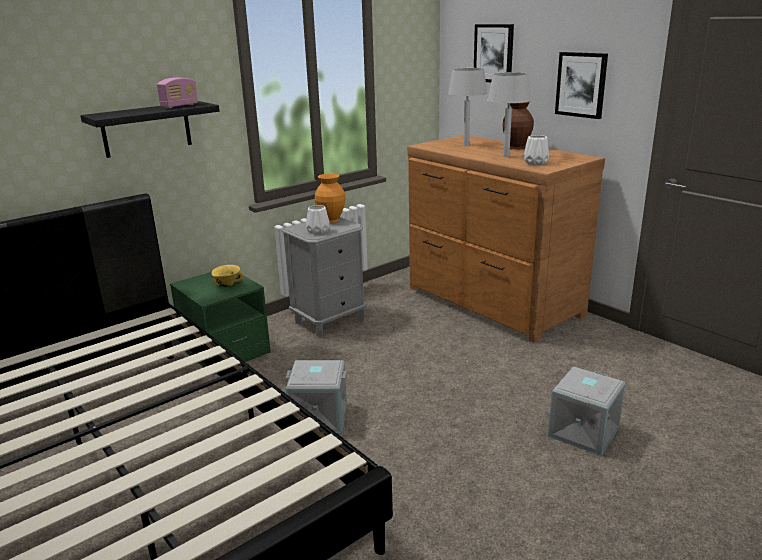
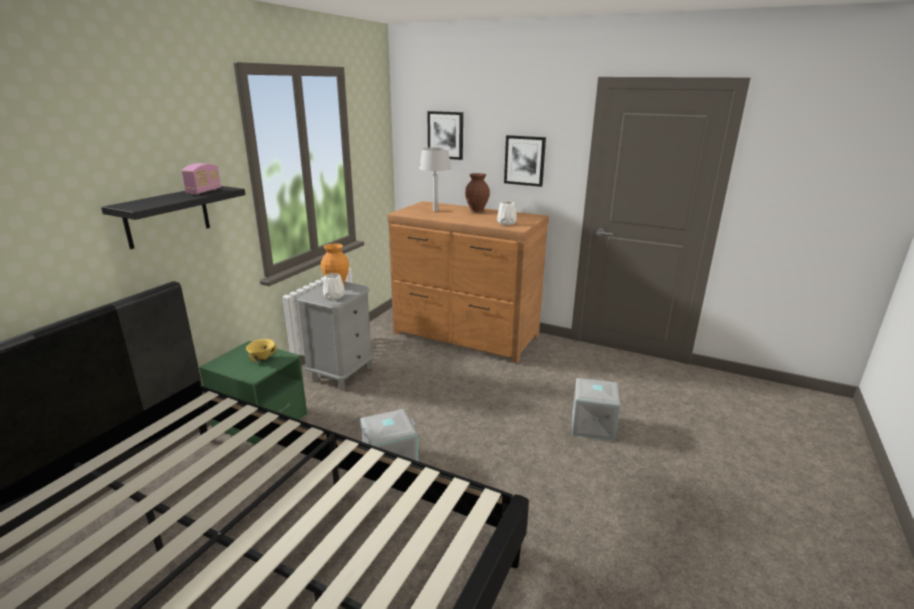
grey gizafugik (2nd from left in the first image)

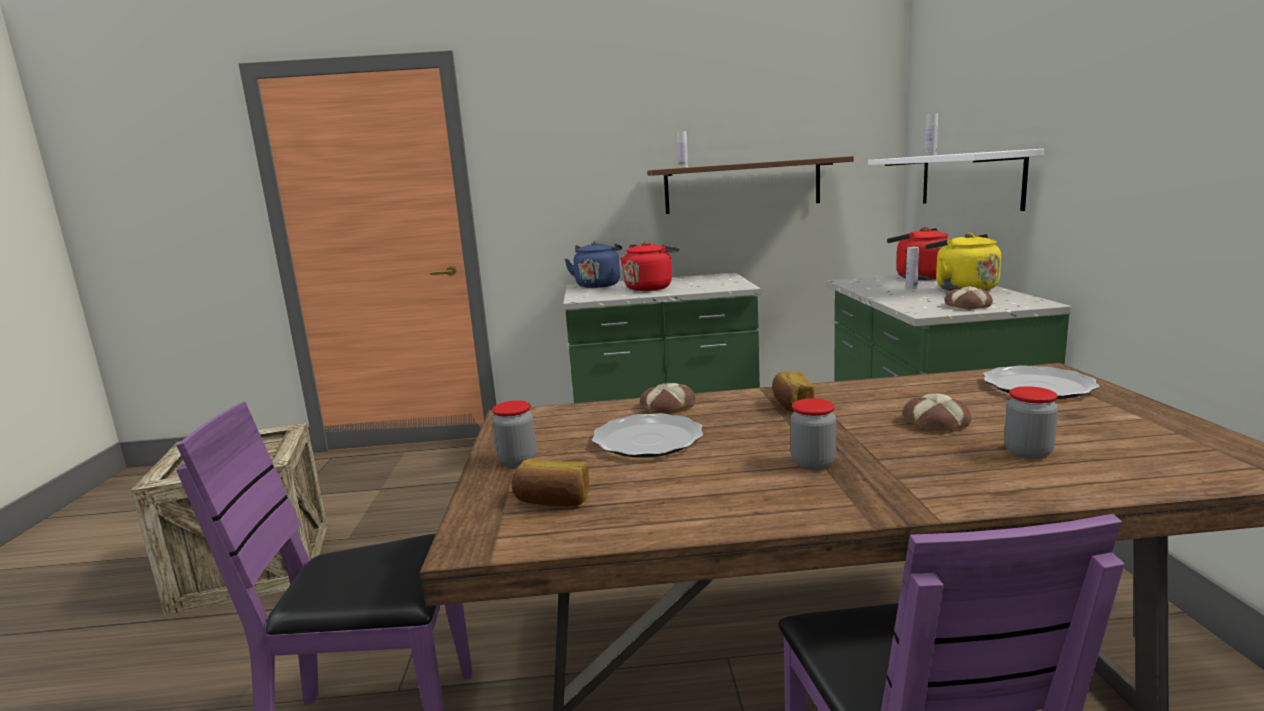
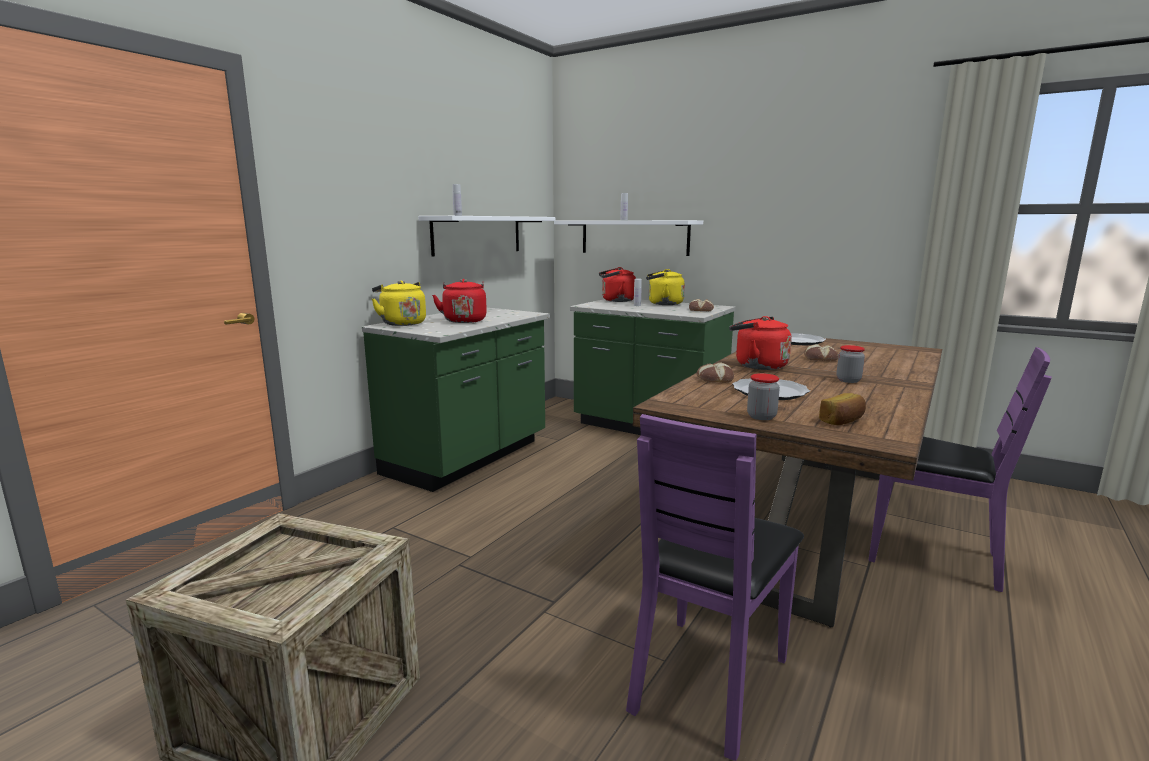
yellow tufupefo (1st from left); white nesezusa (1st from left); red tufupefo (3rd from left); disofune (3rd from left in the first image)

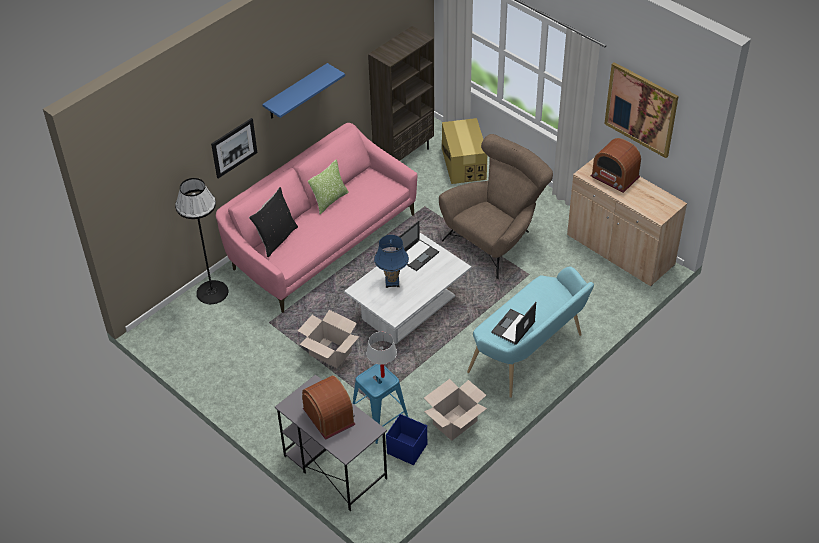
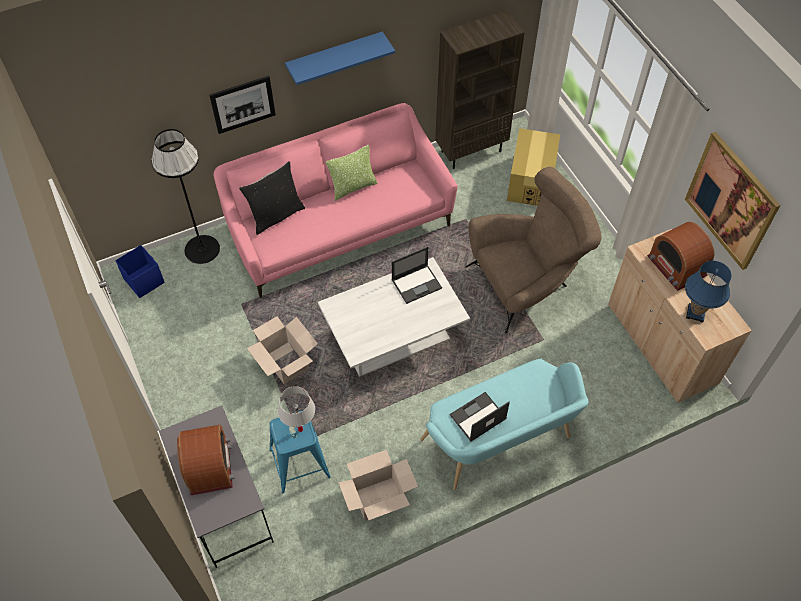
blue gizafugik; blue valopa

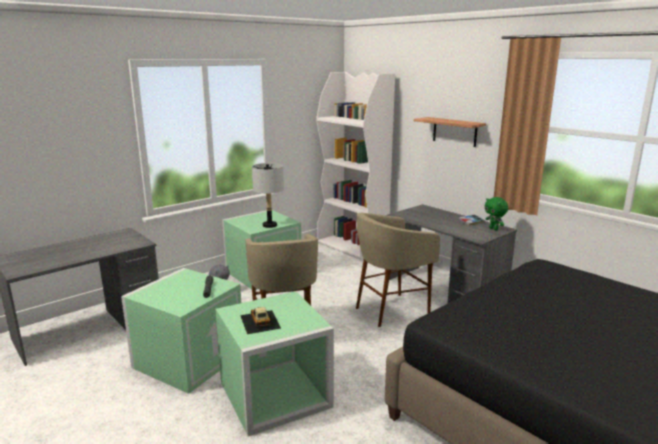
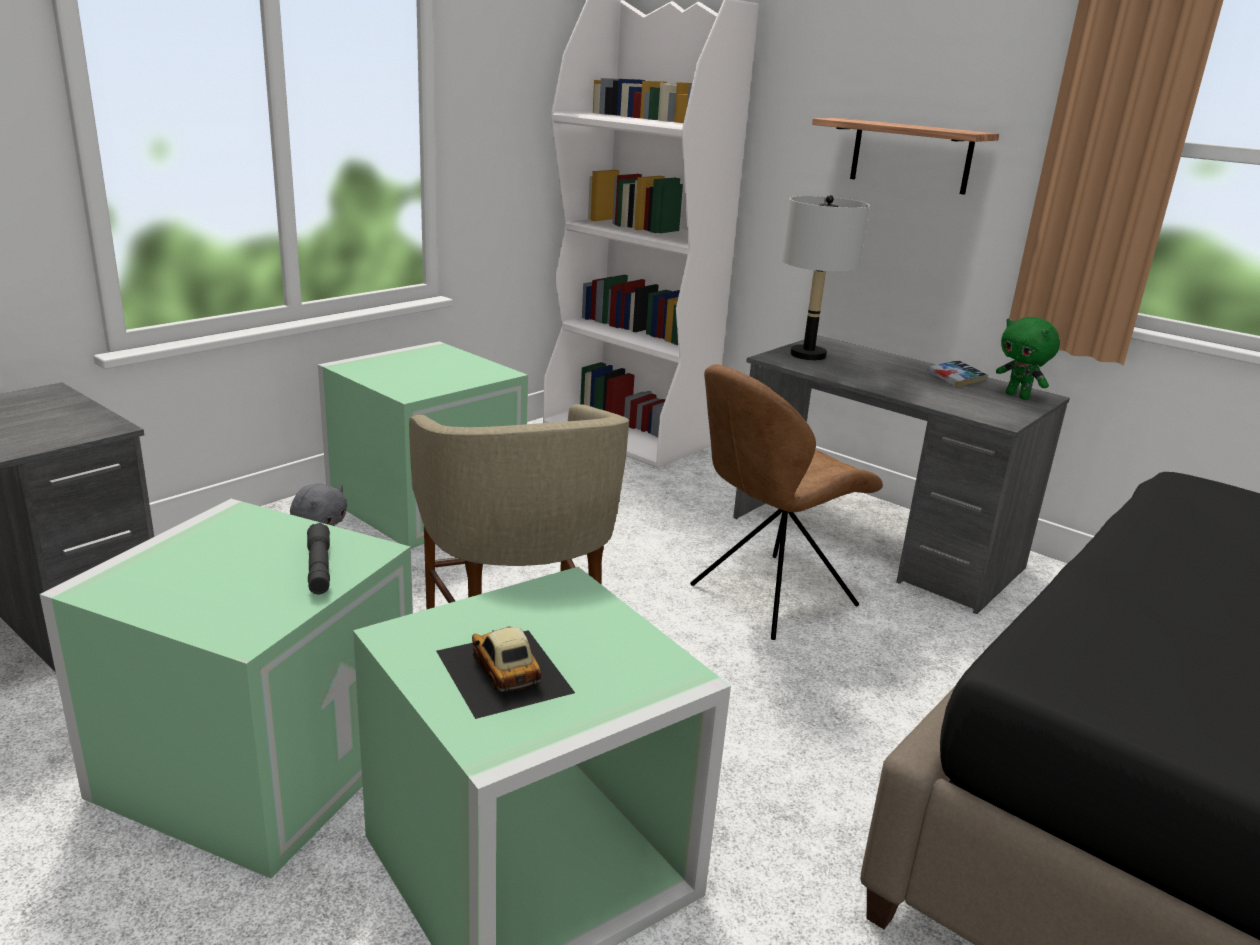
grey gizafugik; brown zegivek

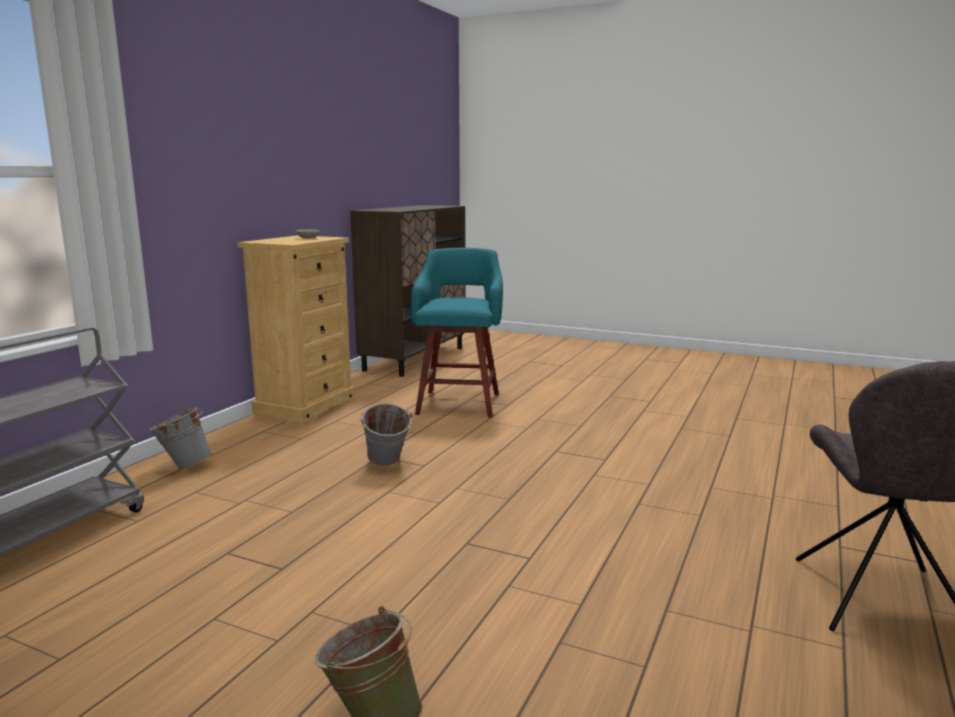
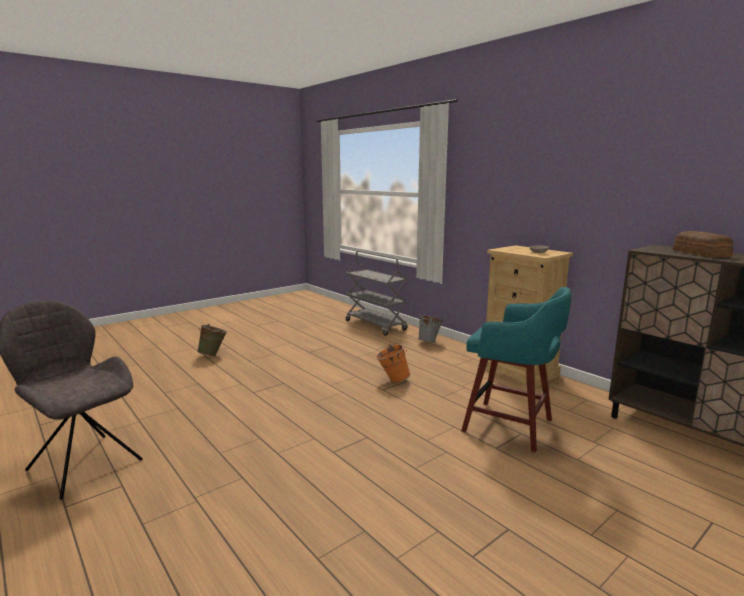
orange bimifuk; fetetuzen

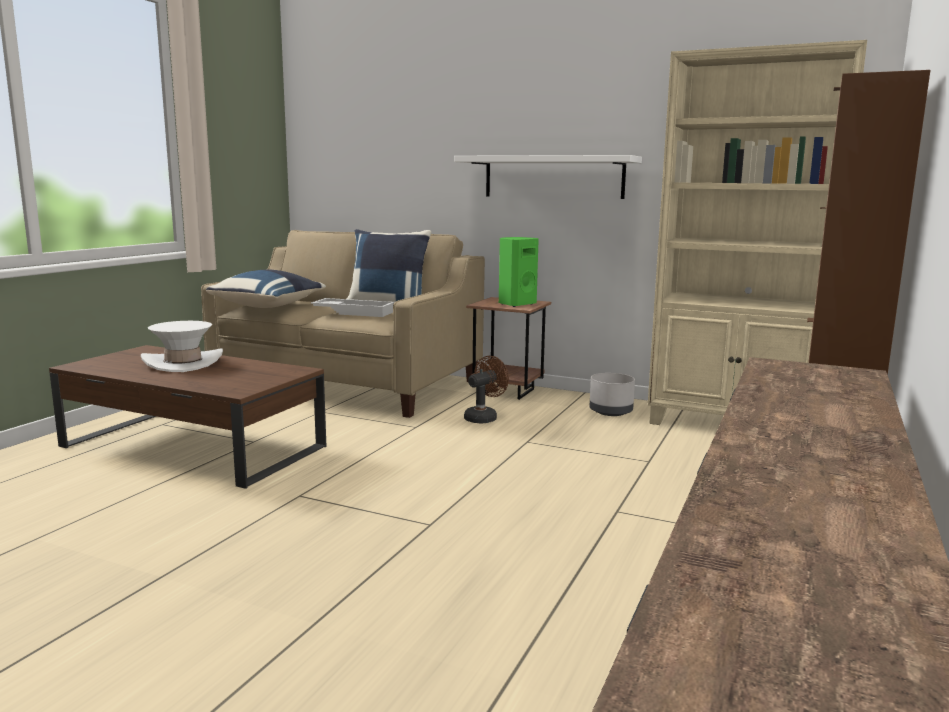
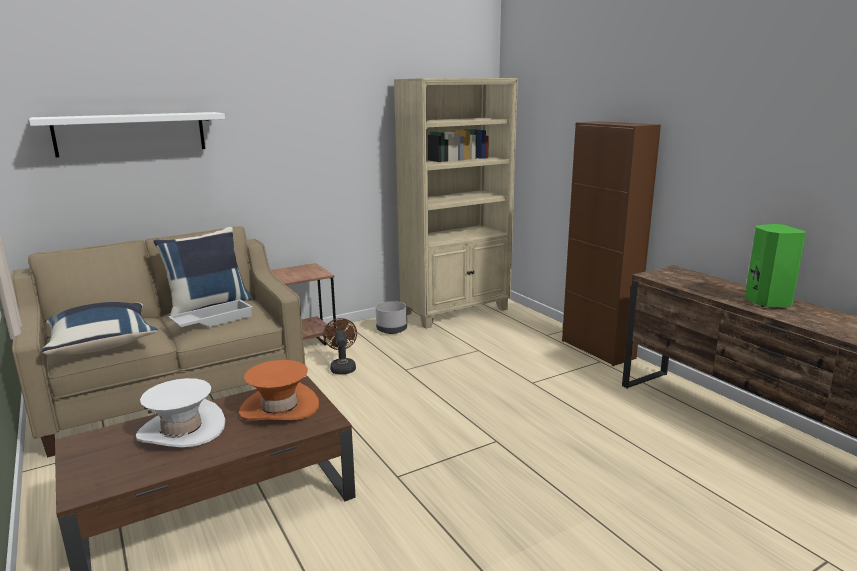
white nesezusa; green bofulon; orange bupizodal

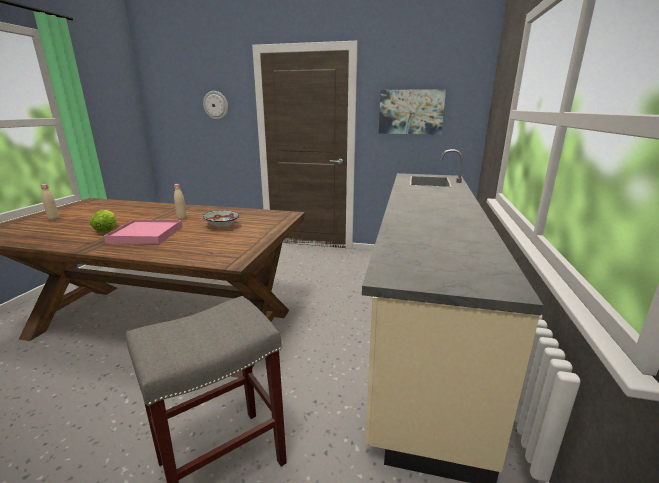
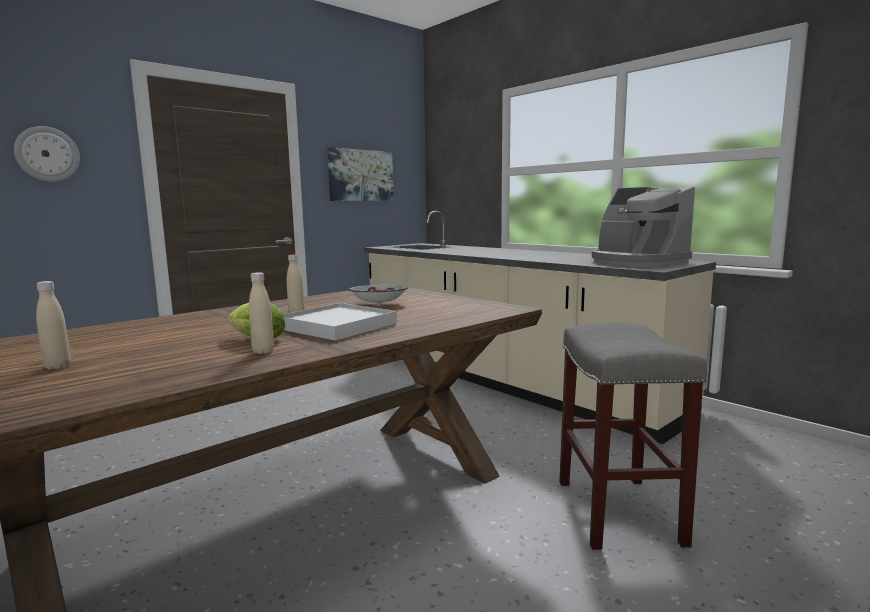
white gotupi; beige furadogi (2nd from left); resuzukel

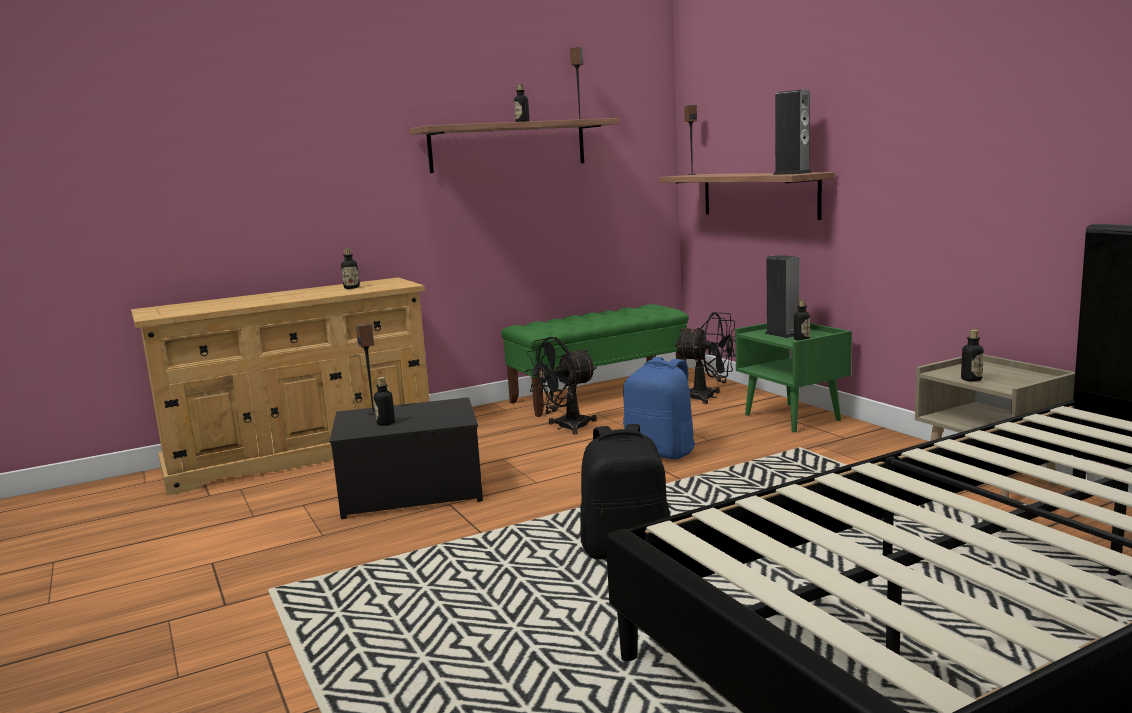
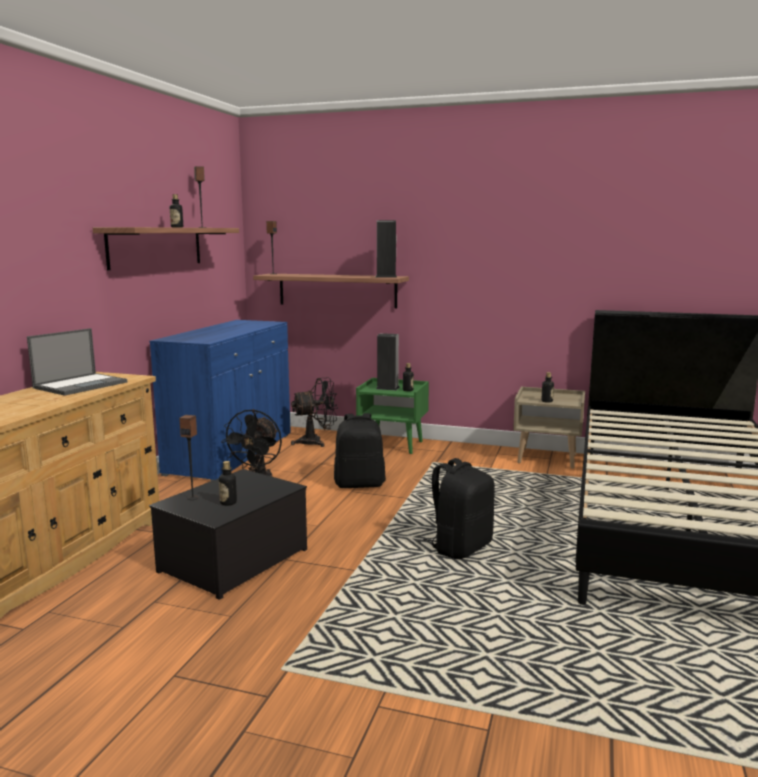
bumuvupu; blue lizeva; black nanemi (1st from left)

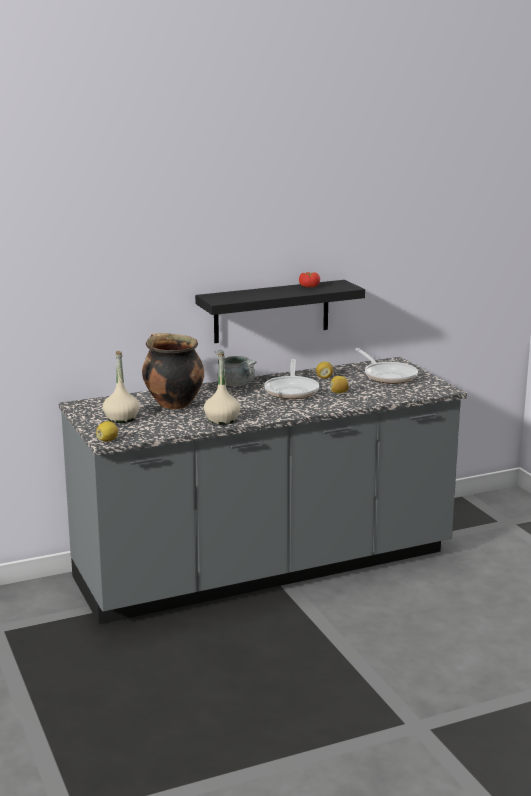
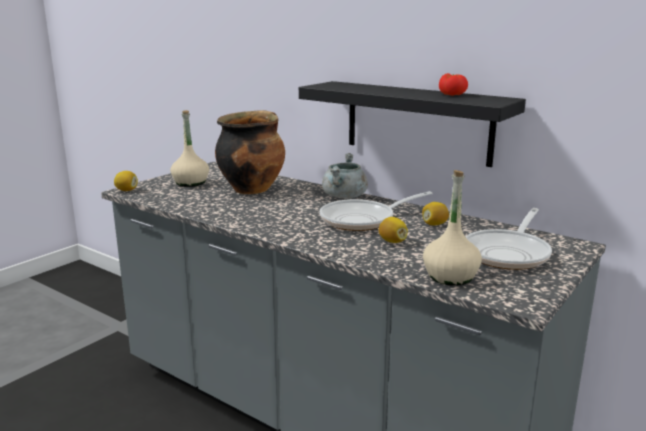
beige furadogi (2nd from left)

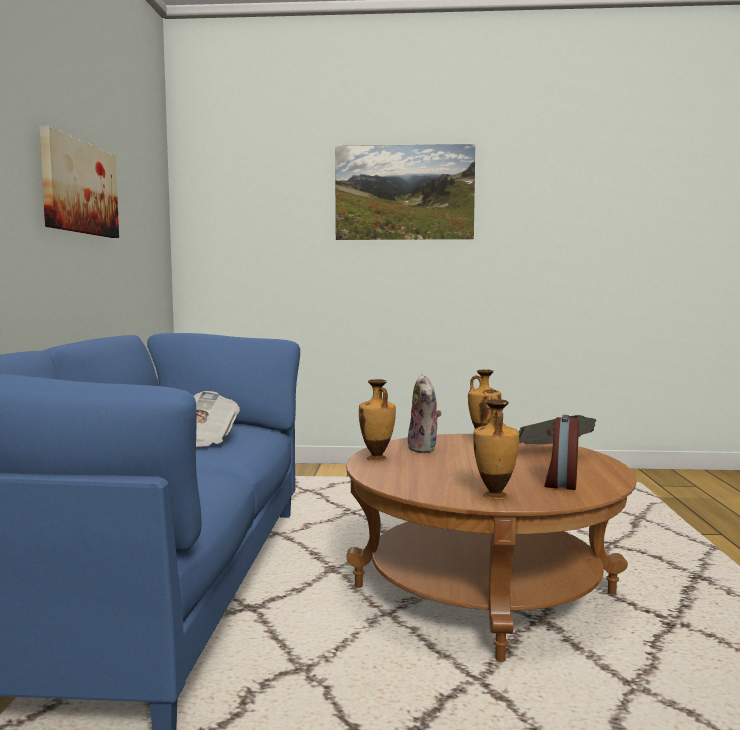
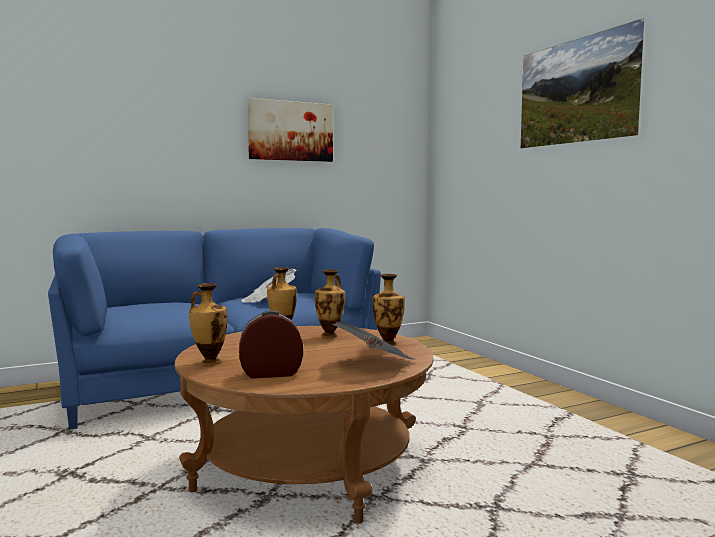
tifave (3rd from left)

